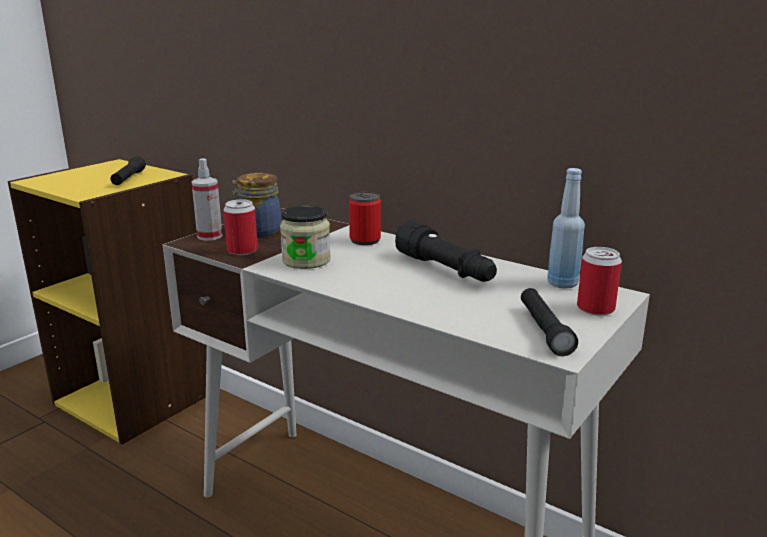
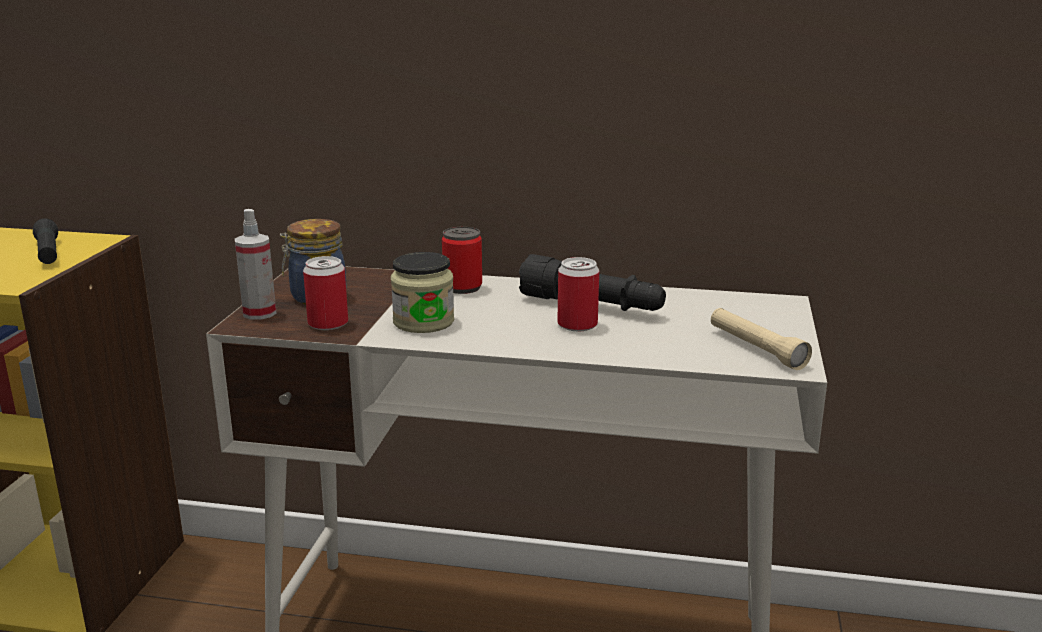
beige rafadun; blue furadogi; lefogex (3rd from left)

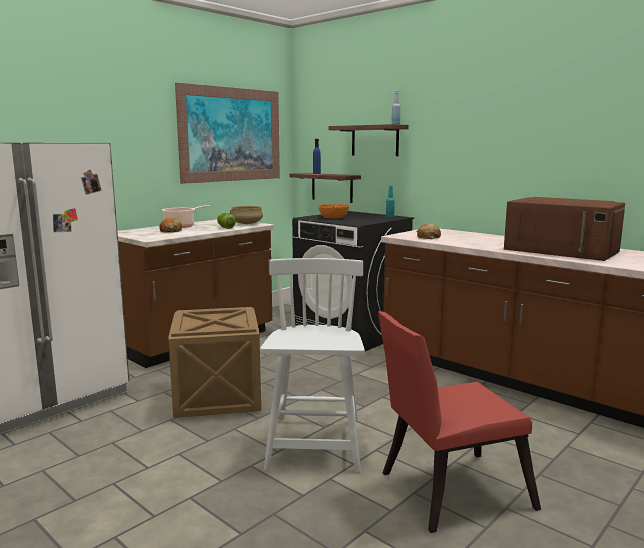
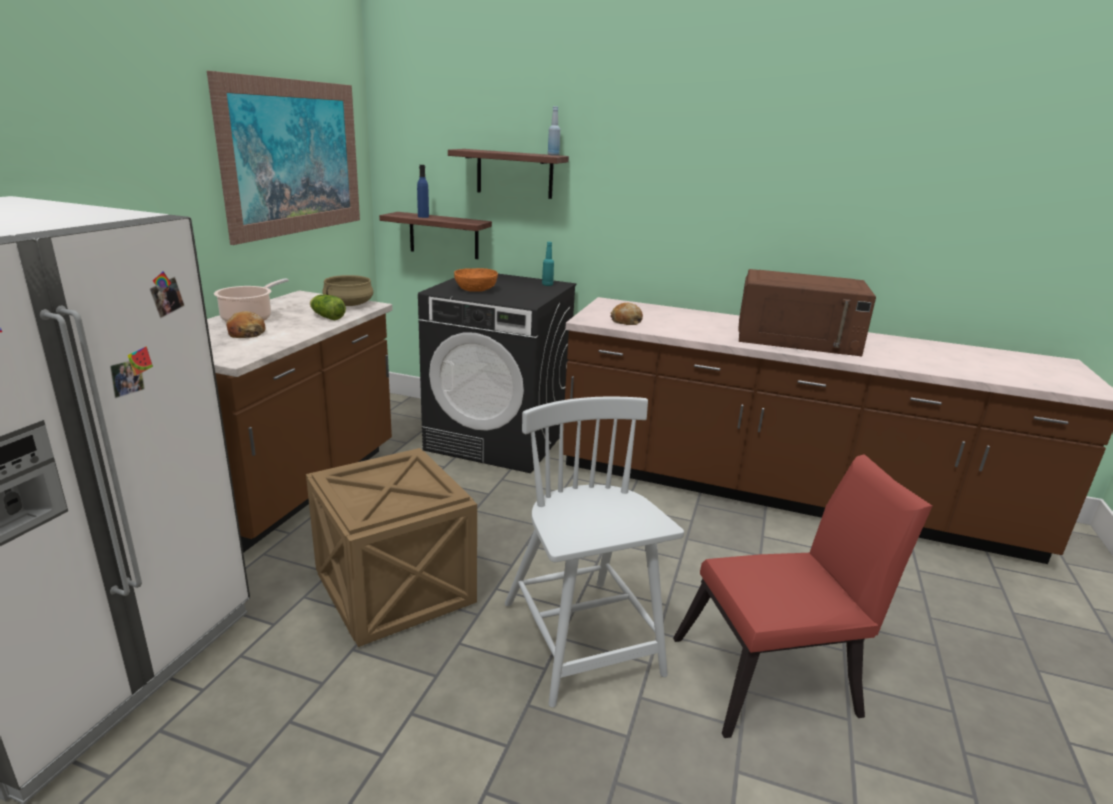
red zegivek

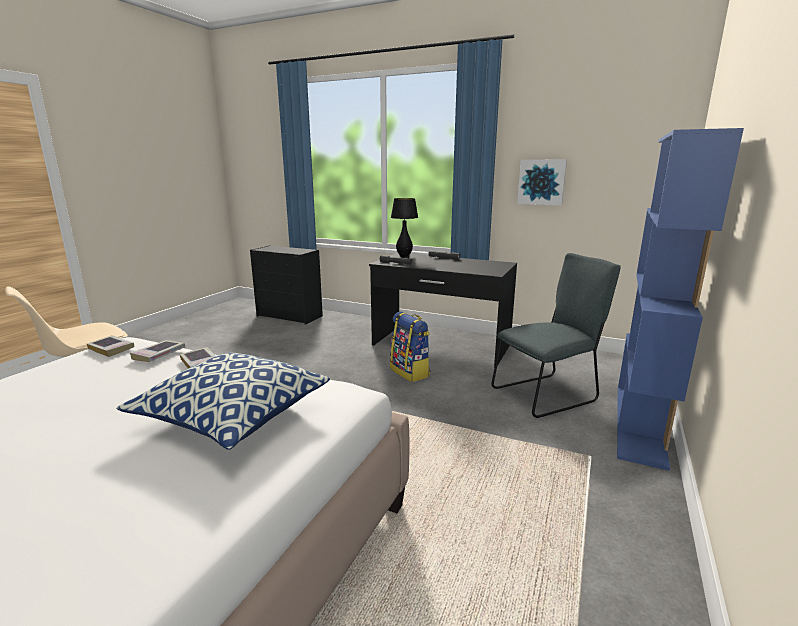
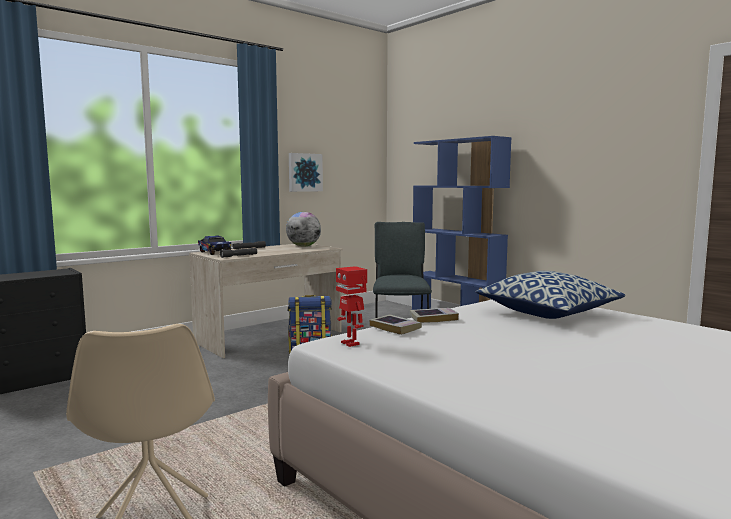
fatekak; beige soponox; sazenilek; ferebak

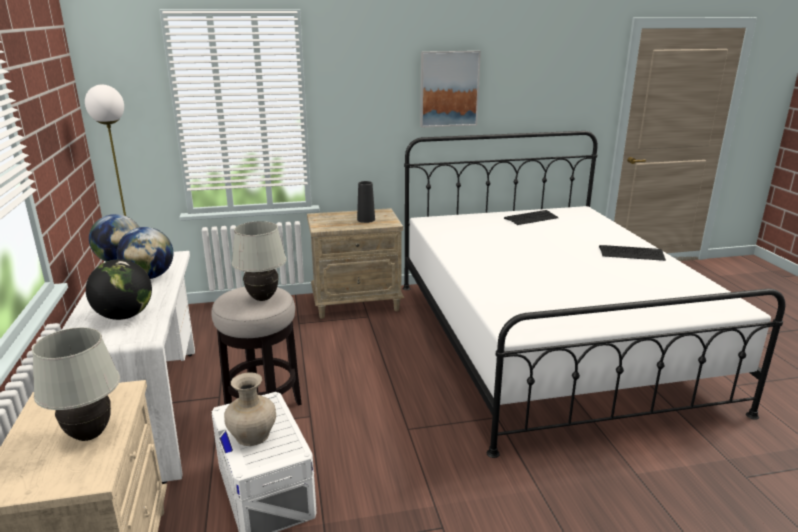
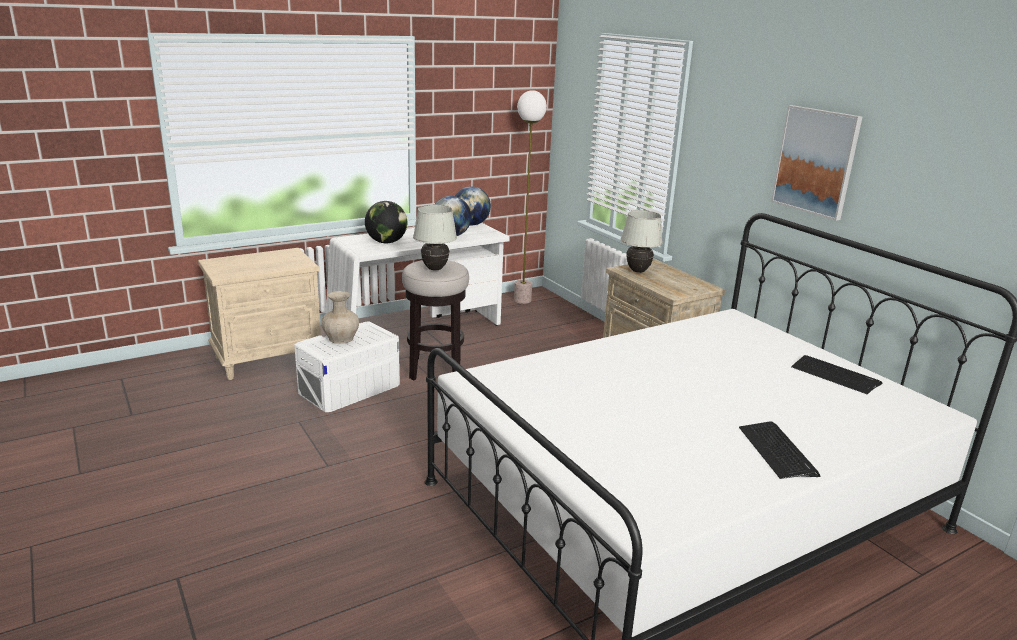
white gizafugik (2nd from left); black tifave

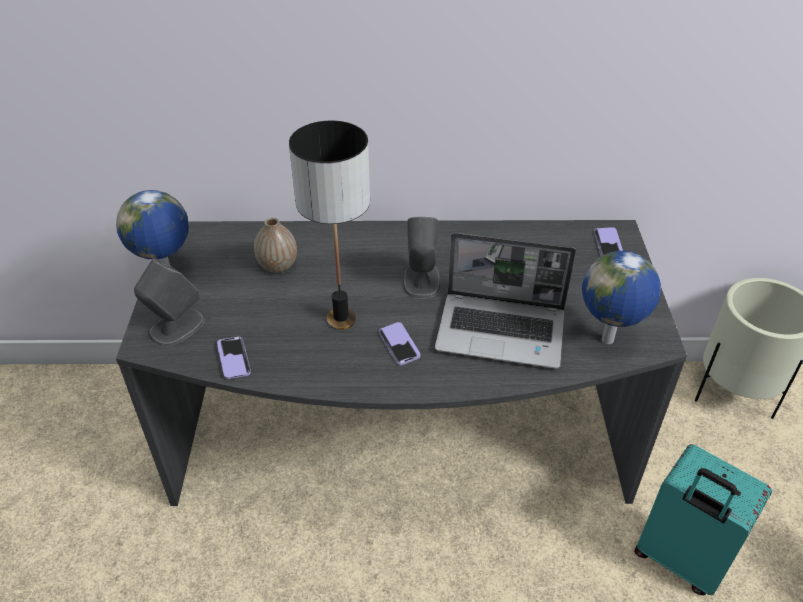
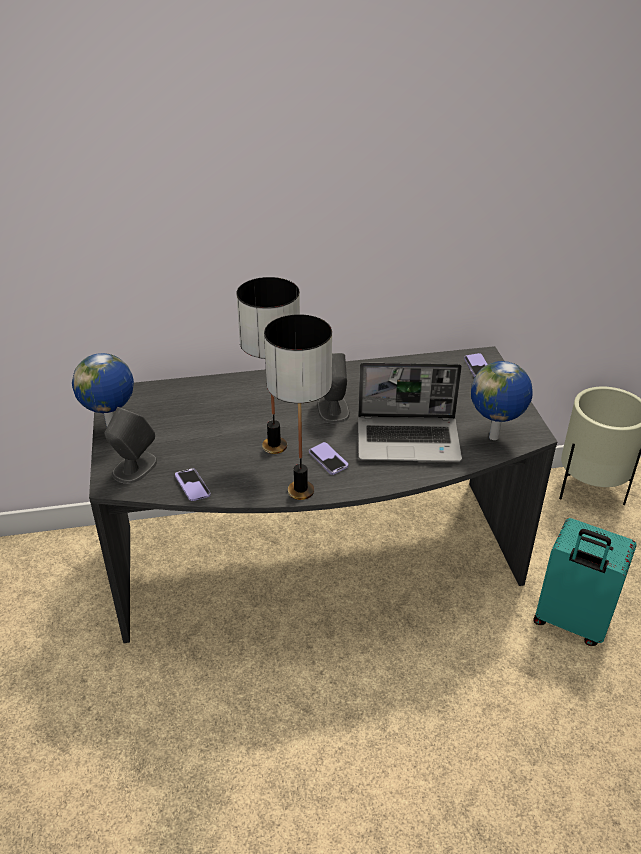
tifave; gizafugik (2nd from left)

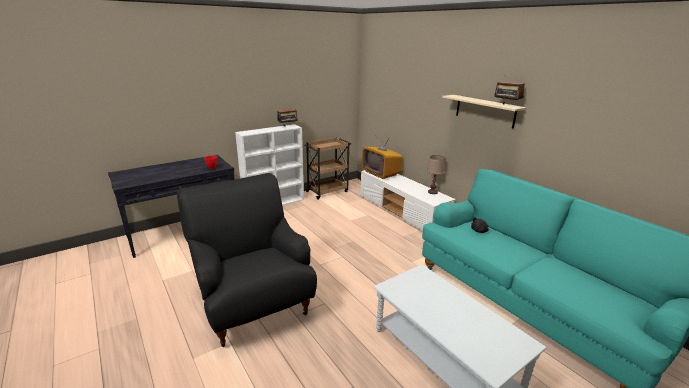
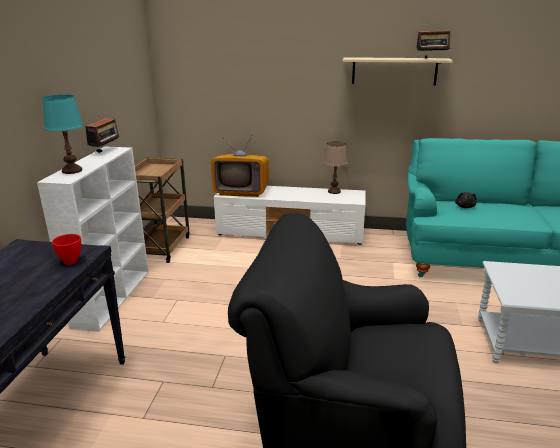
turquoise gizafugik

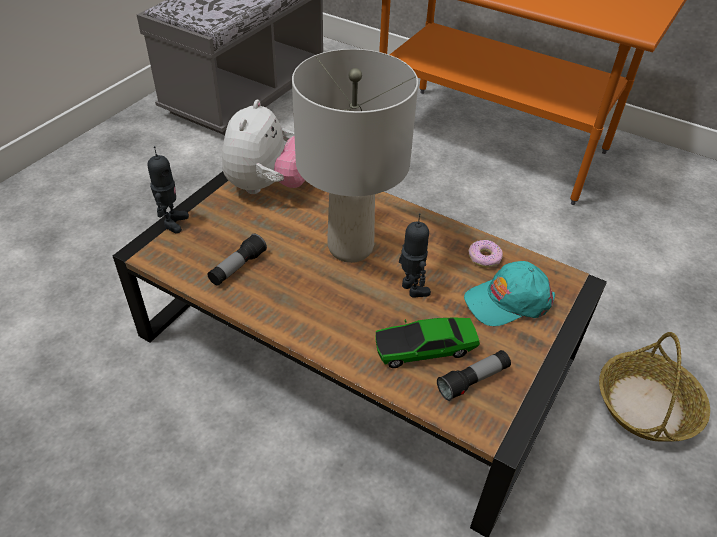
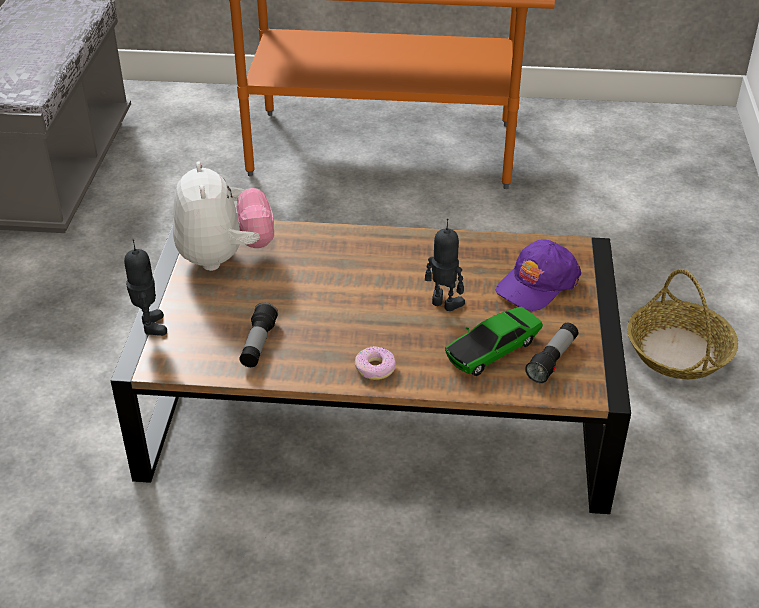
grey gizafugik; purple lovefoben; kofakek

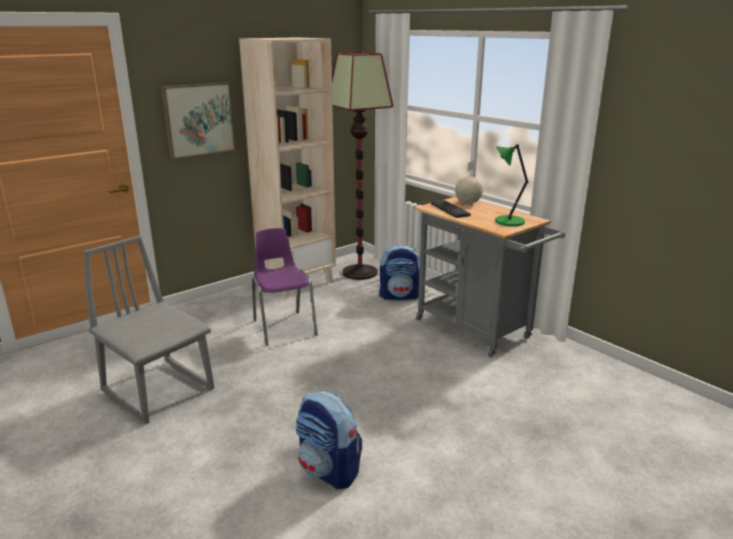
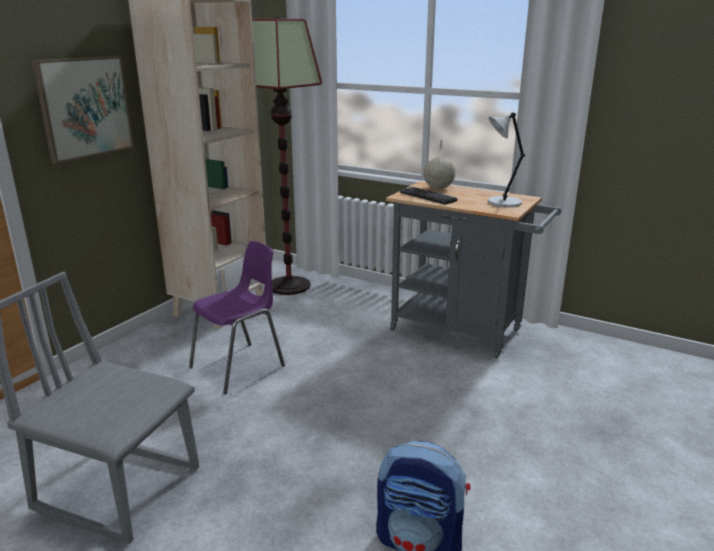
purple zegivek; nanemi (2nd from left in the first image); grey gizafugik

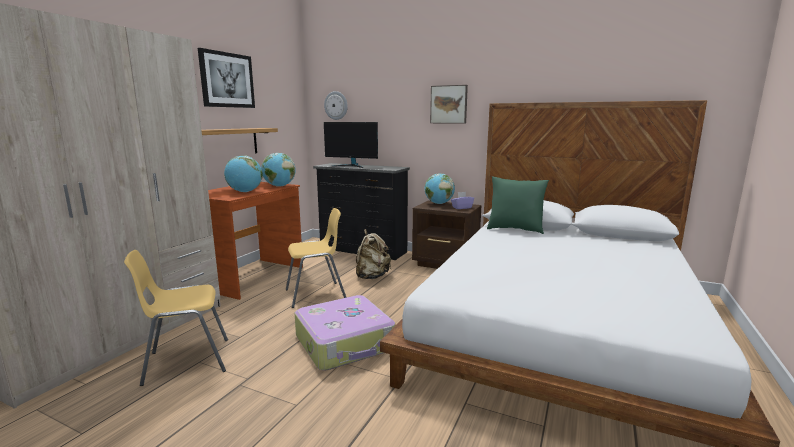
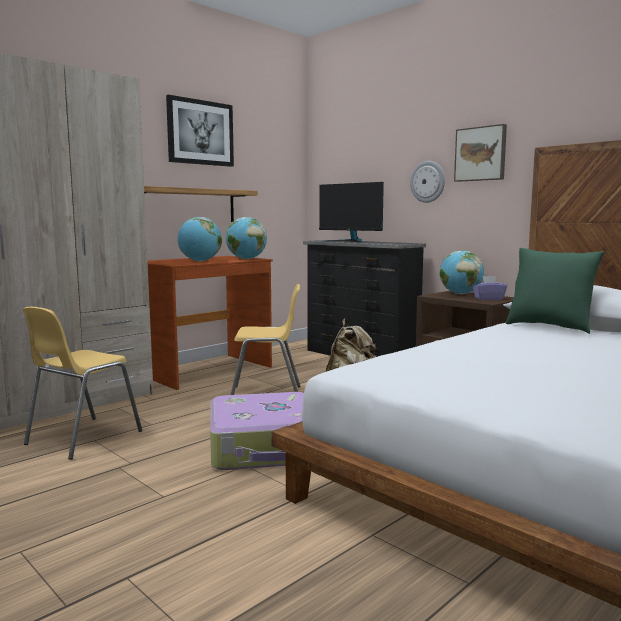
yellow zegivek (1st from left); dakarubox

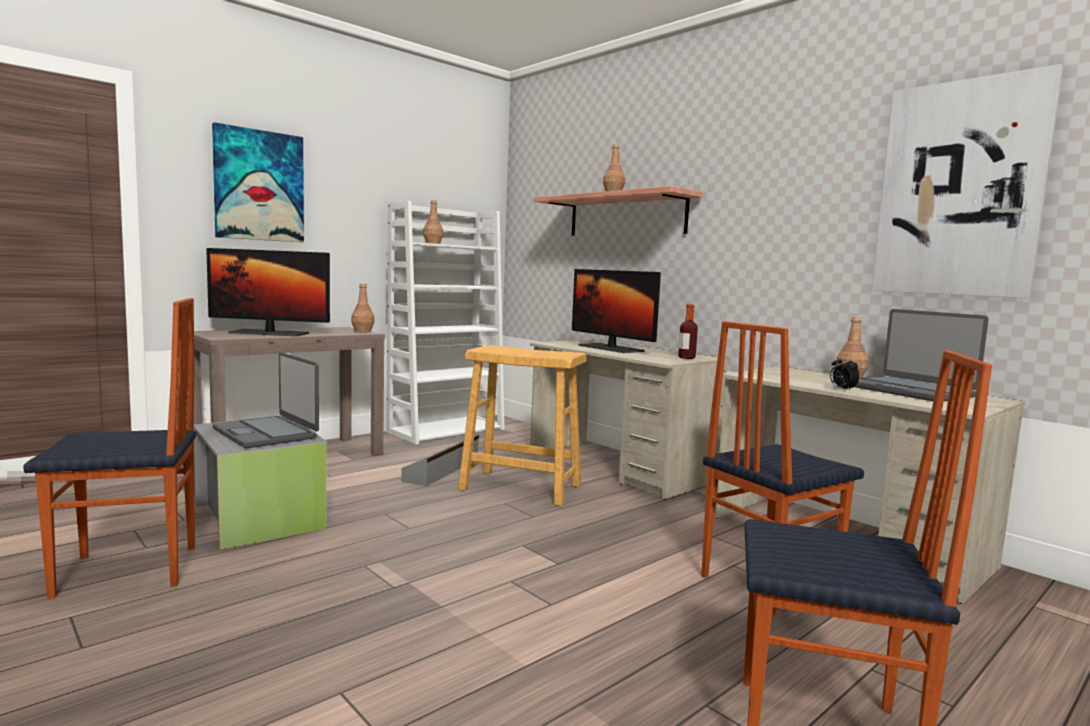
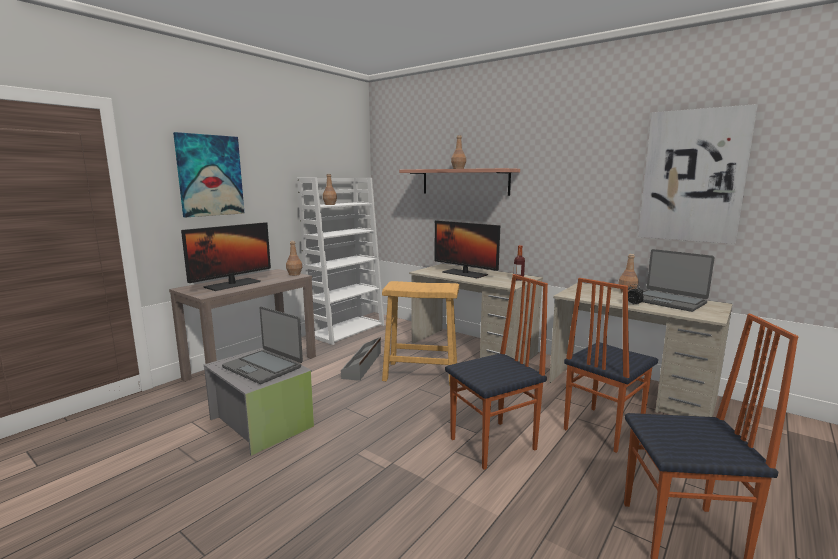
zegivek (1st from left); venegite (1st from left)

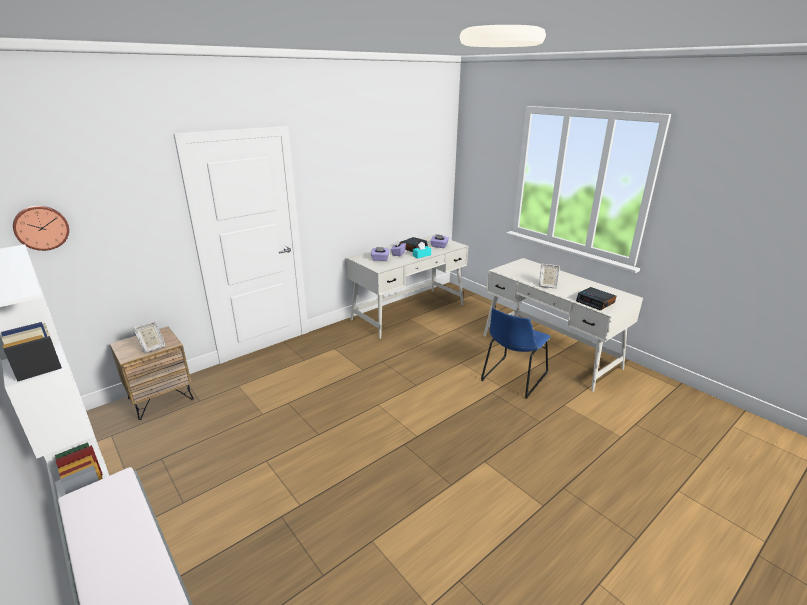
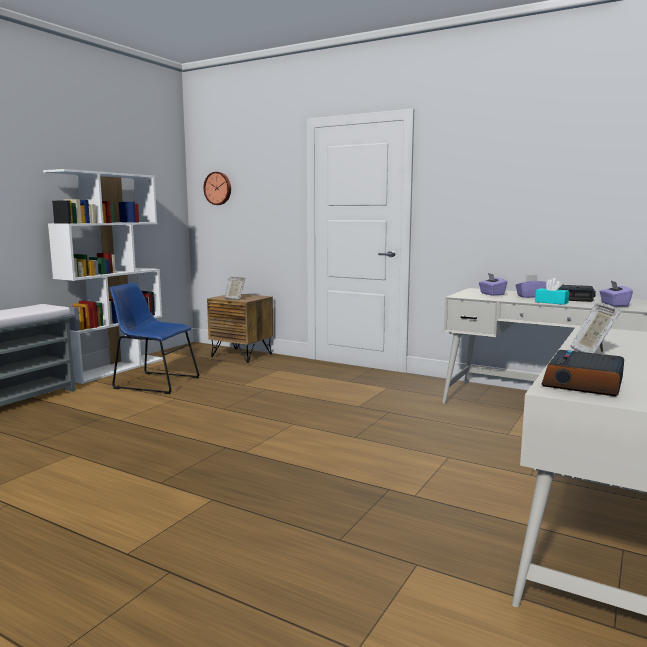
blue zegivek

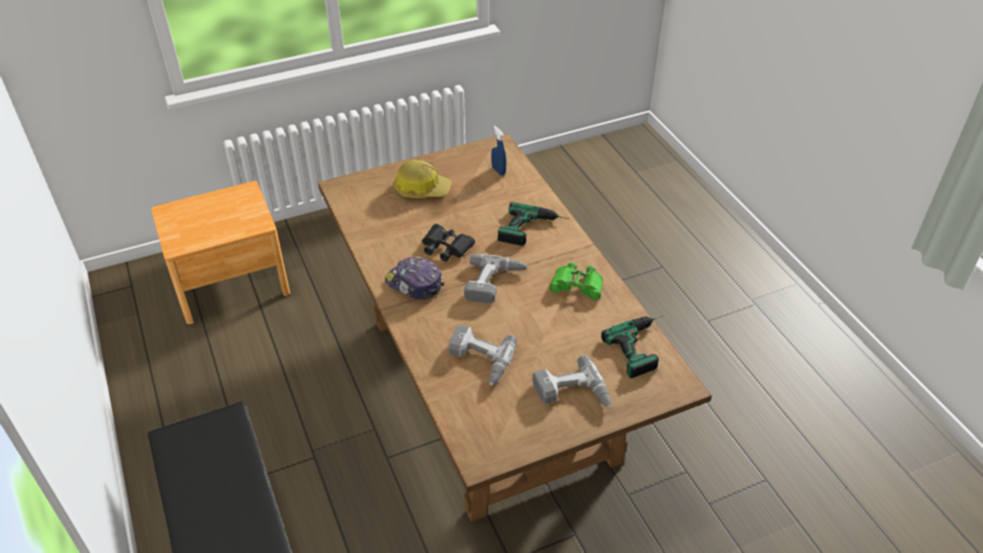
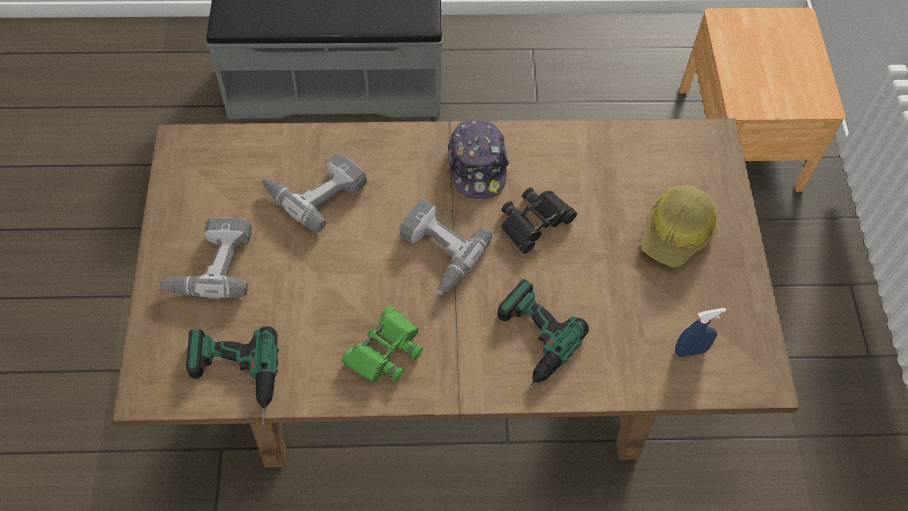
lovefoben

